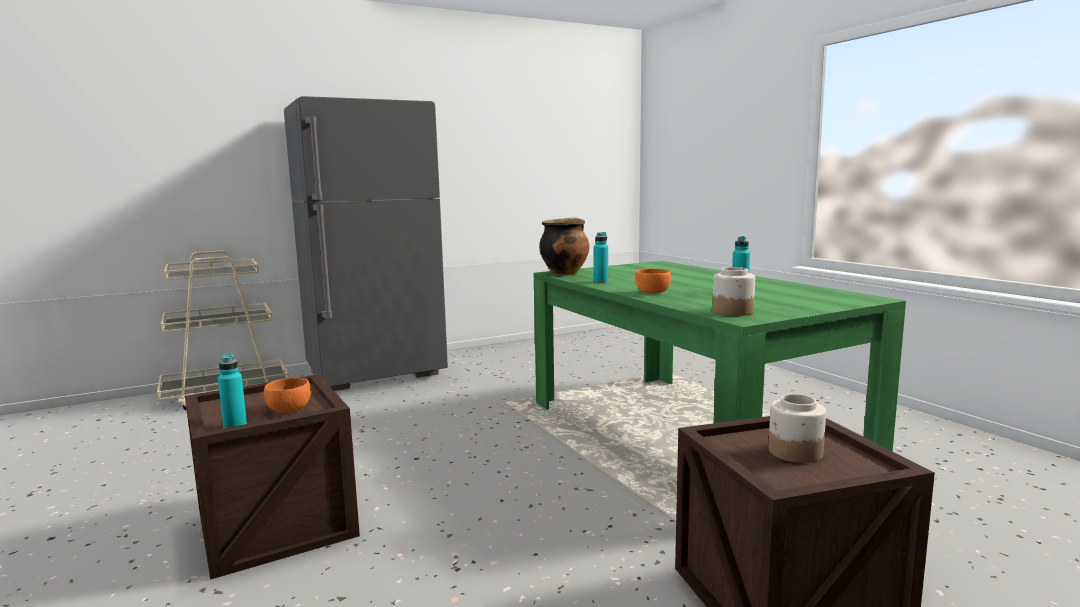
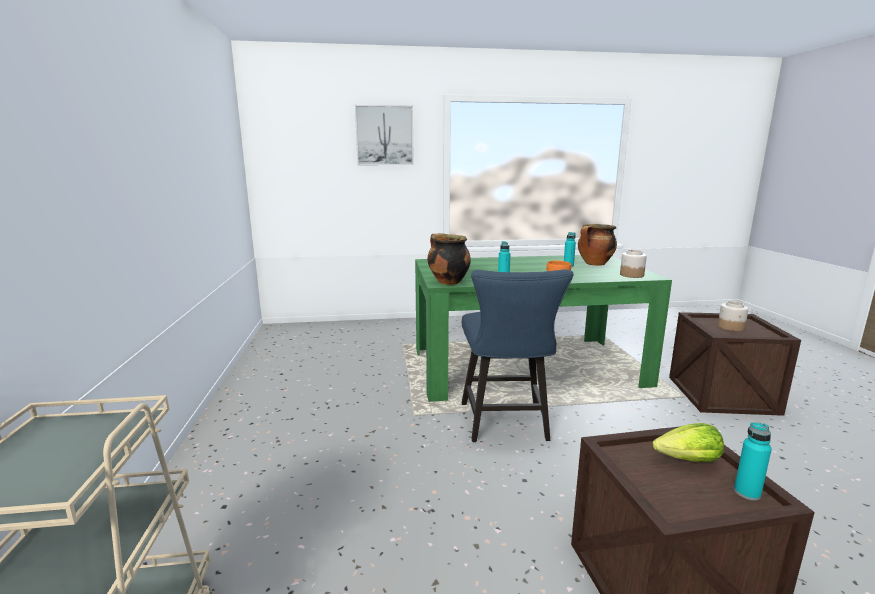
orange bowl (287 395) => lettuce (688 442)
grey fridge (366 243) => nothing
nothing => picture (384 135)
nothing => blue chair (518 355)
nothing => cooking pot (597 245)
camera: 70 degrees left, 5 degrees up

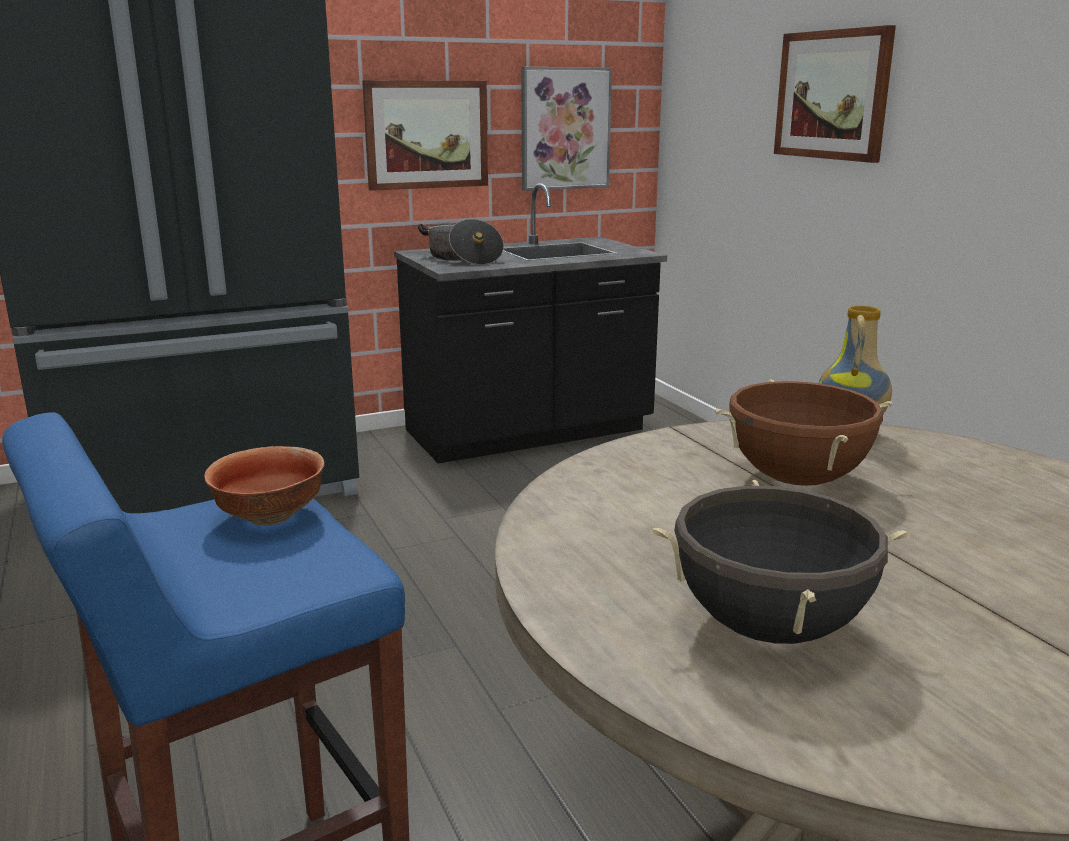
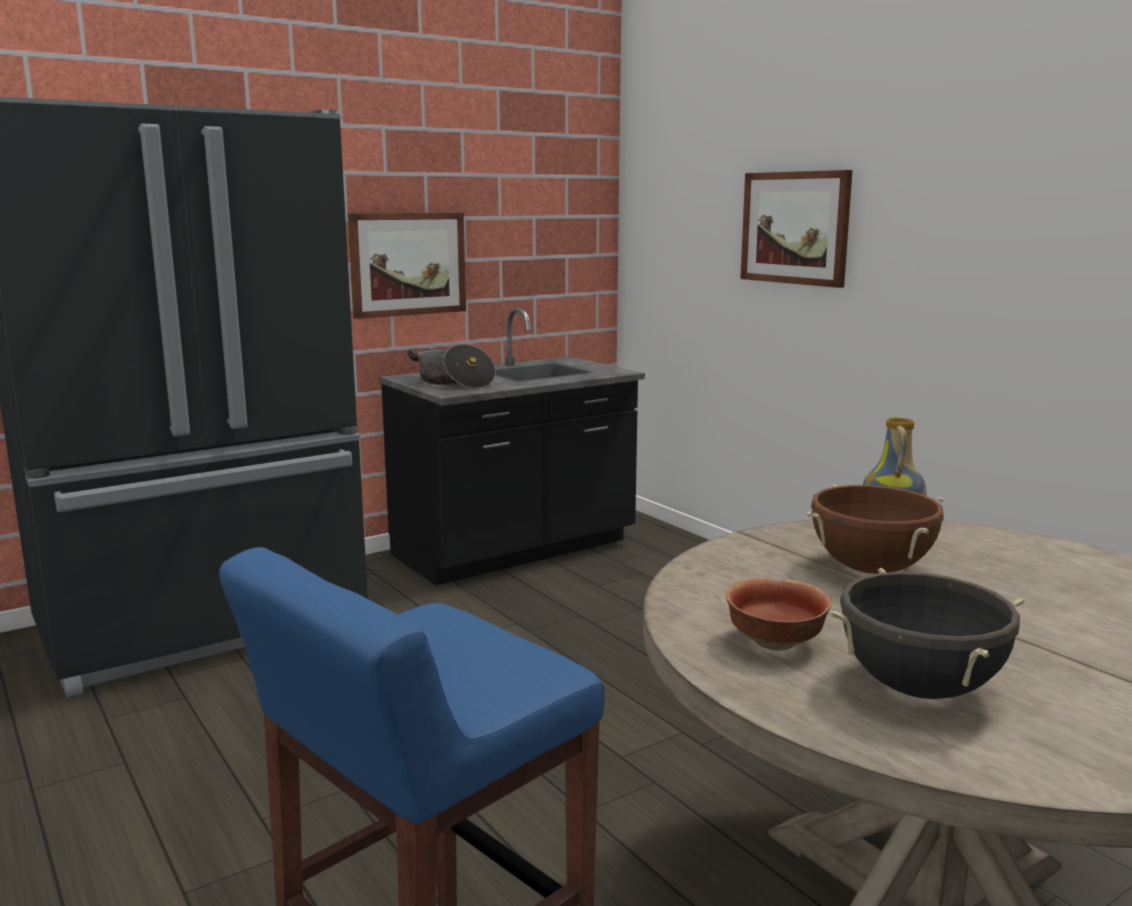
bowl (264 486) => bowl (778 614), move
picture (566 129) => nothing
camera: 10 degrees left, 5 degrees down

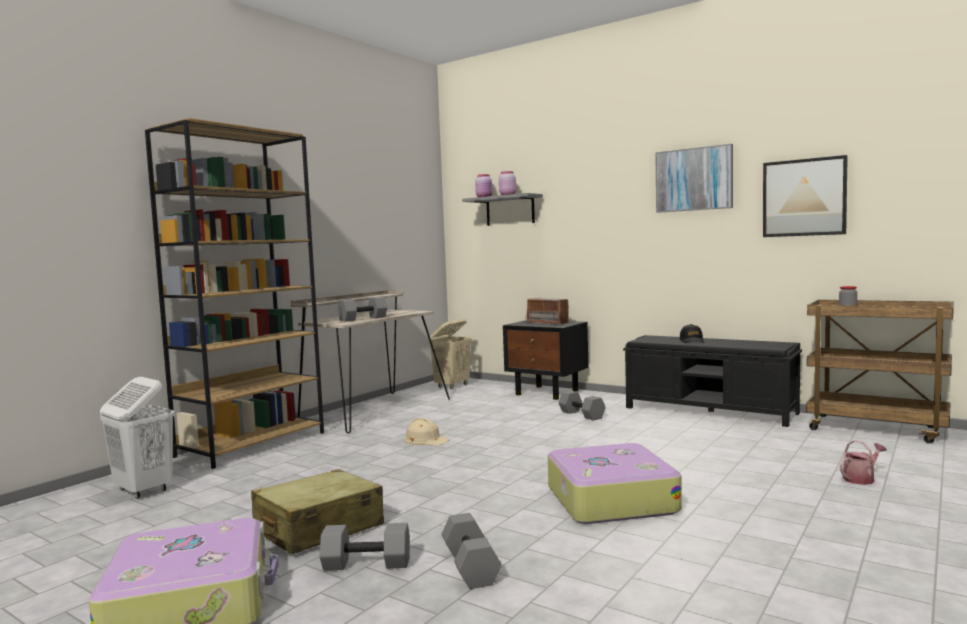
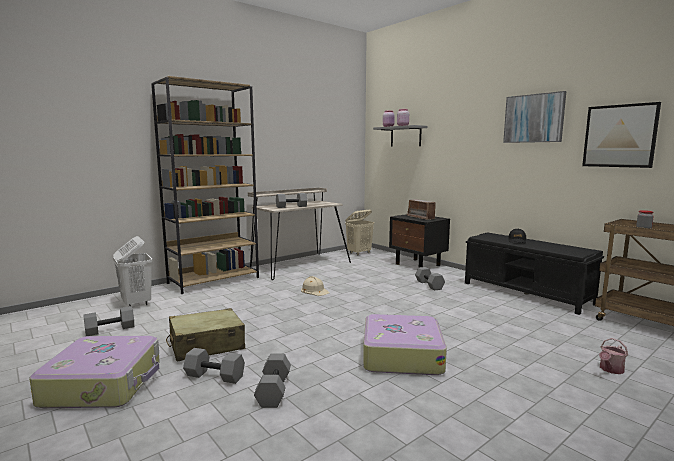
watering can (863 462) => watering can (613 356), 150 degrees clockwise
nothing => grey dumbbell (108 321)
camera: 15 degrees right, 5 degrees up

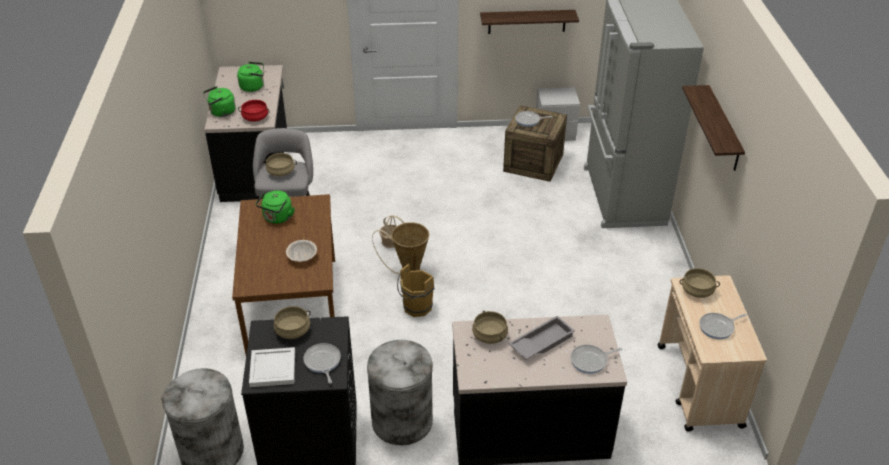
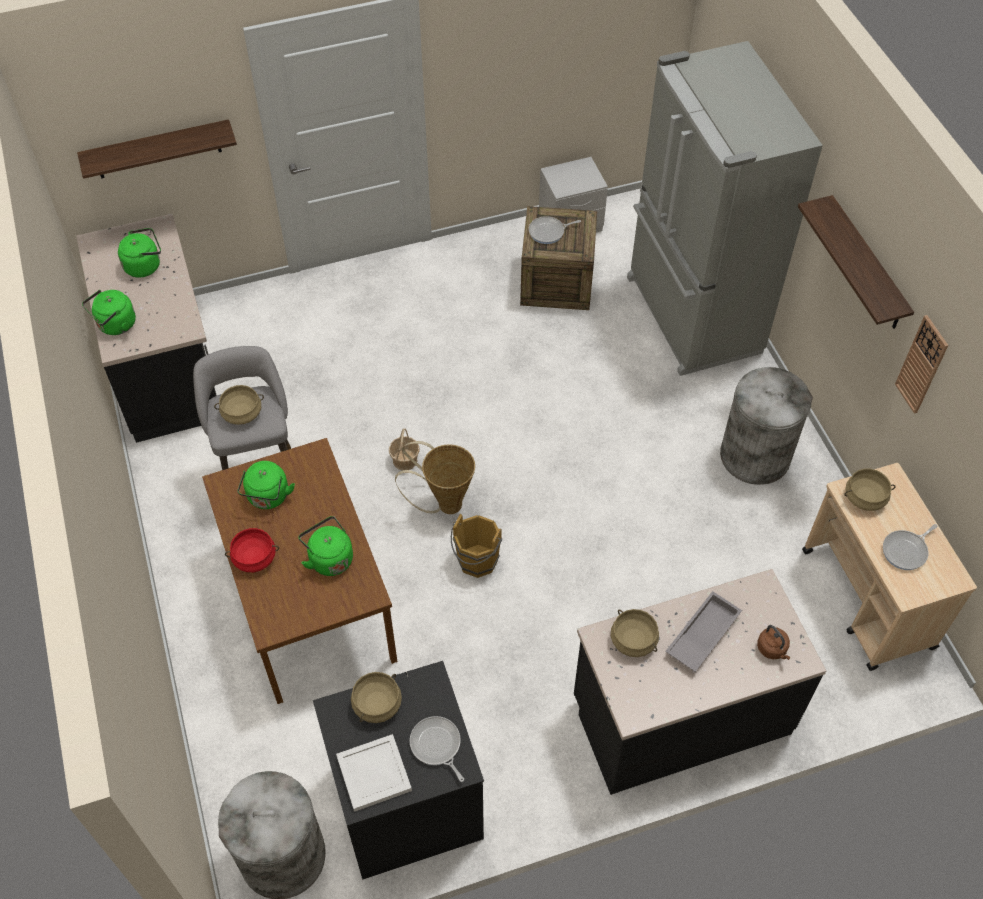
red cooking pot (254 110) => red cooking pot (252 550), move
beige bowl (301 251) => green kettle (325 546)
grey trash can (400 392) => grey trash can (766 426), move
shelf (529 22) => shelf (157 149), move
frying pan (597 359) => brown kettle (774 642)
nothing => wall clock (921 364)
camera: 15 degrees left, 15 degrees up

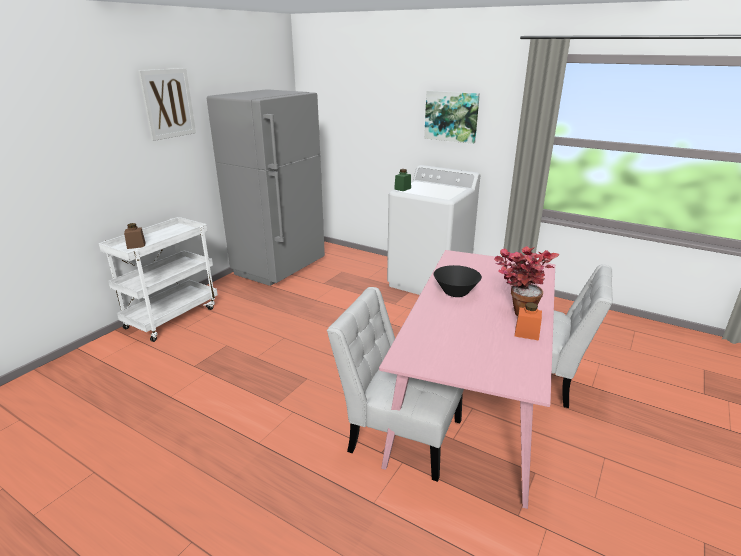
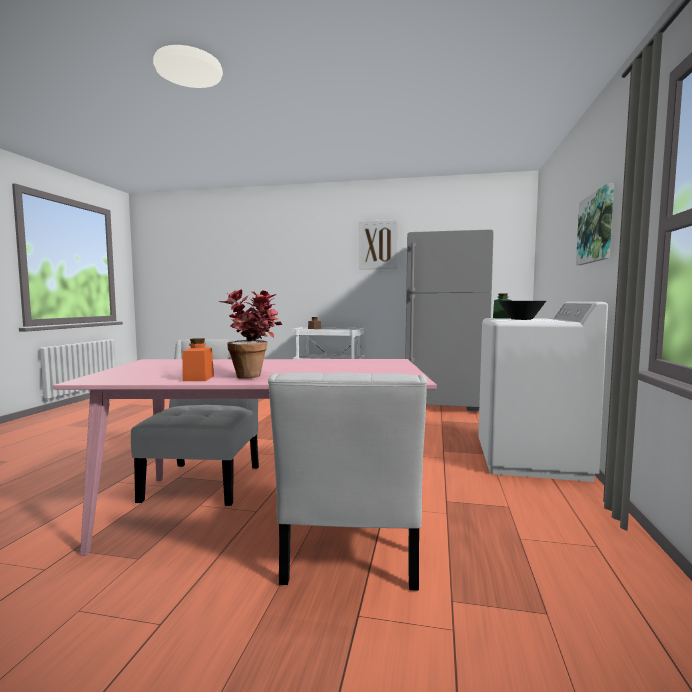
black bowl (457 281) => black bowl (522 310), move
camera: 70 degrees right, 20 degrees down

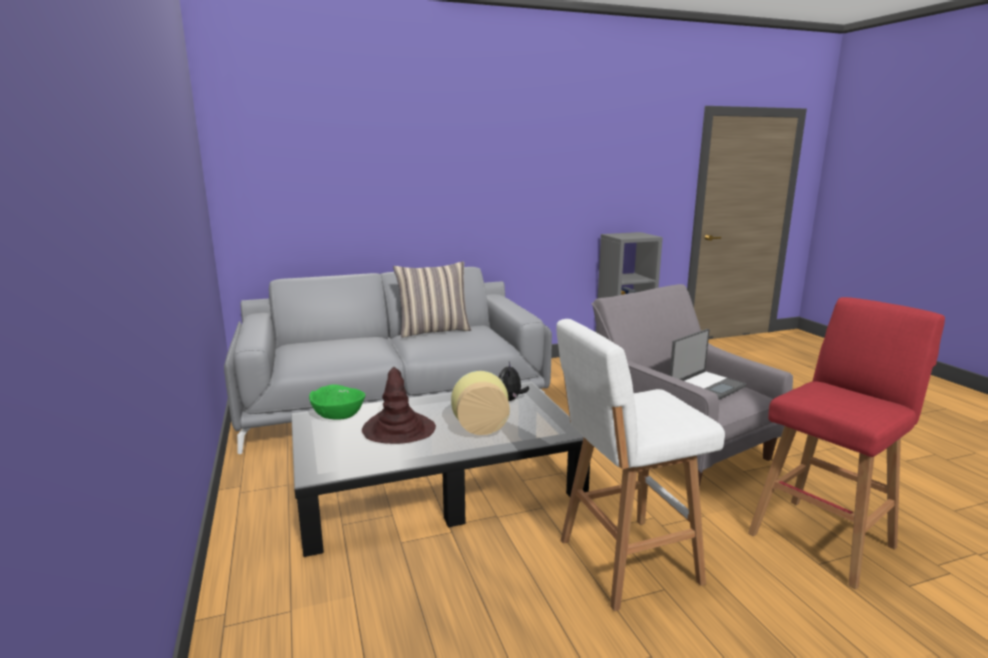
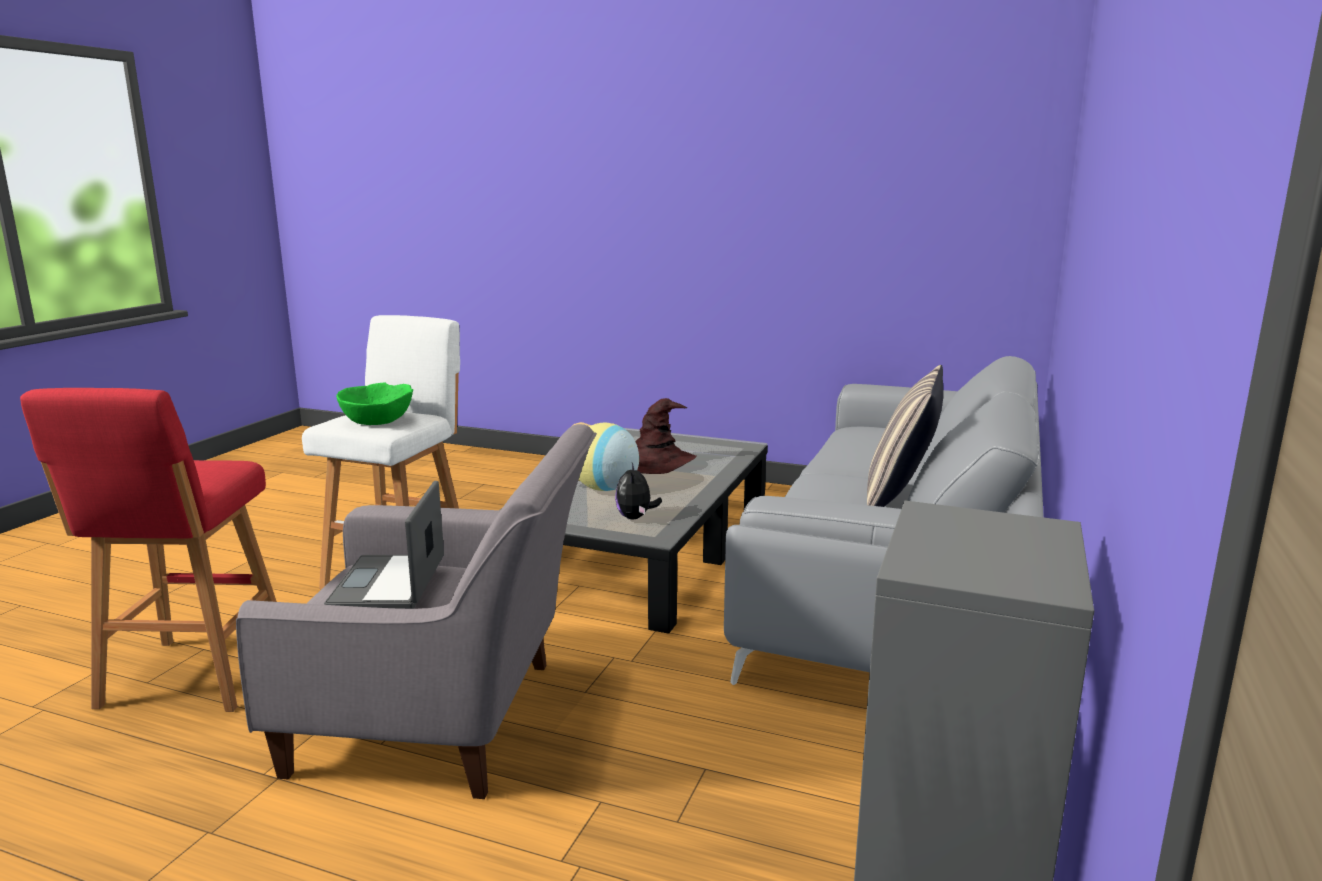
green bowl (337 402) => green bowl (374 403), move
plush toy (513 381) => plush toy (638 491), 135 degrees counterclockwise
camera: 130 degrees right, 0 degrees up

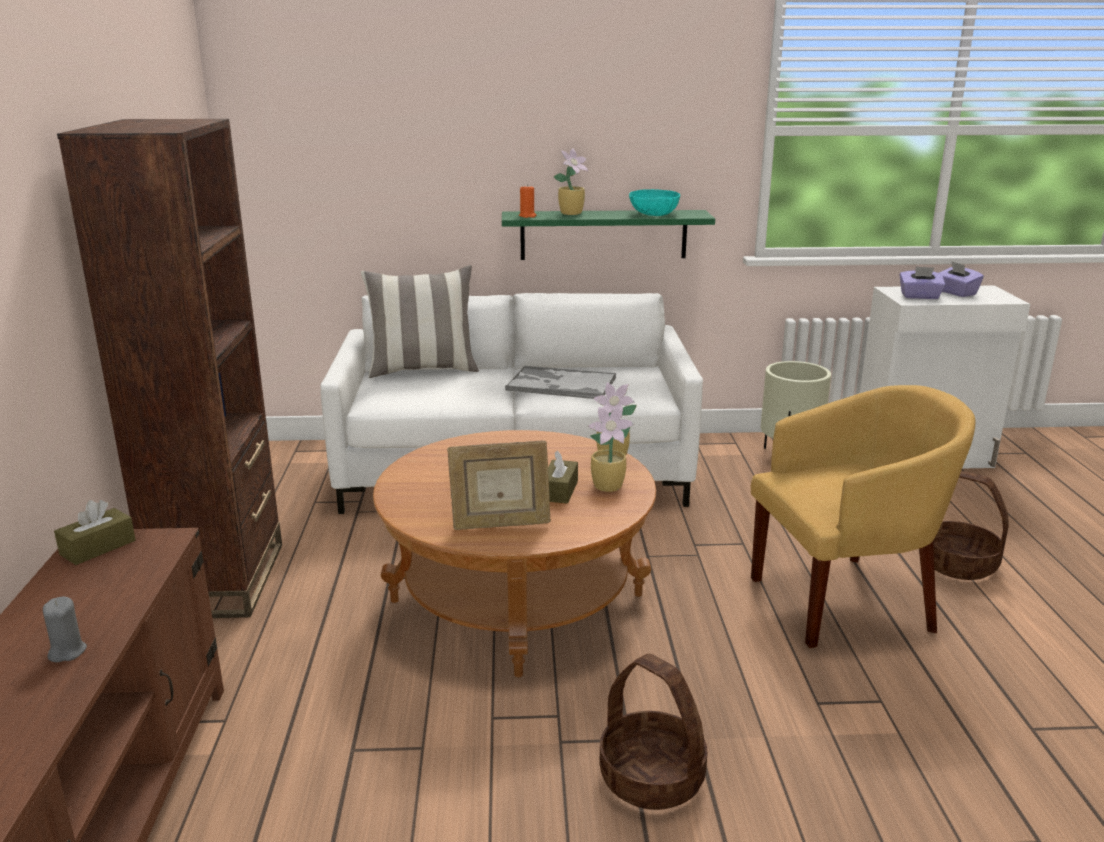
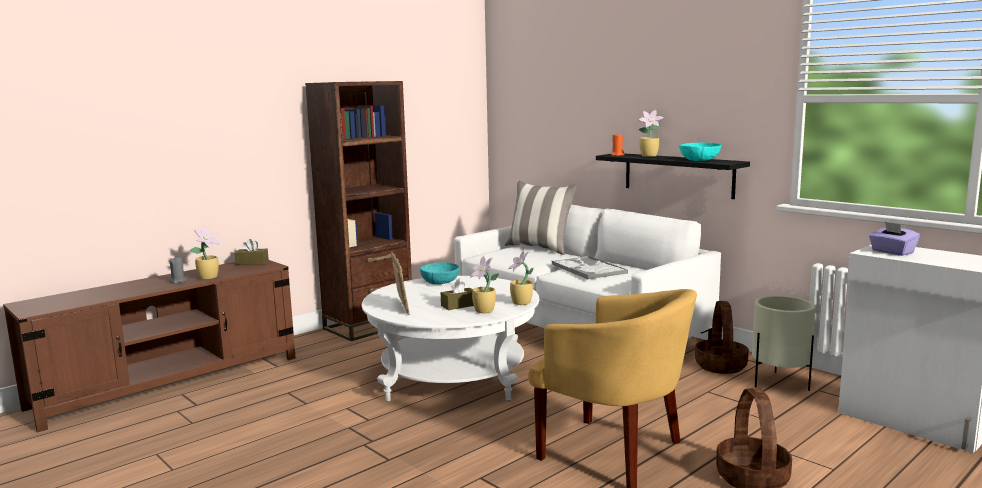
brown coffee table (514 553) => white coffee table (450 339)
picture frame (499 485) => picture frame (400 283), 150 degrees counterclockwise
green shelf (608 235) => black shelf (673 176)
basket (653 732) => basket (722 337), move
purple tissue box (961 279) => nothing
nothing => potted plant (204 253)
nothing => turquoise bowl (440 273)
camera: 50 degrees right, 10 degrees down

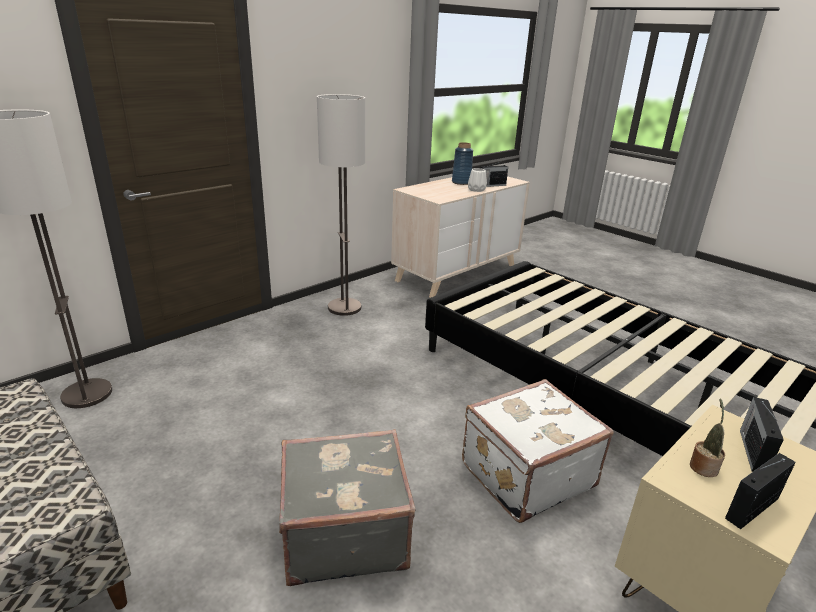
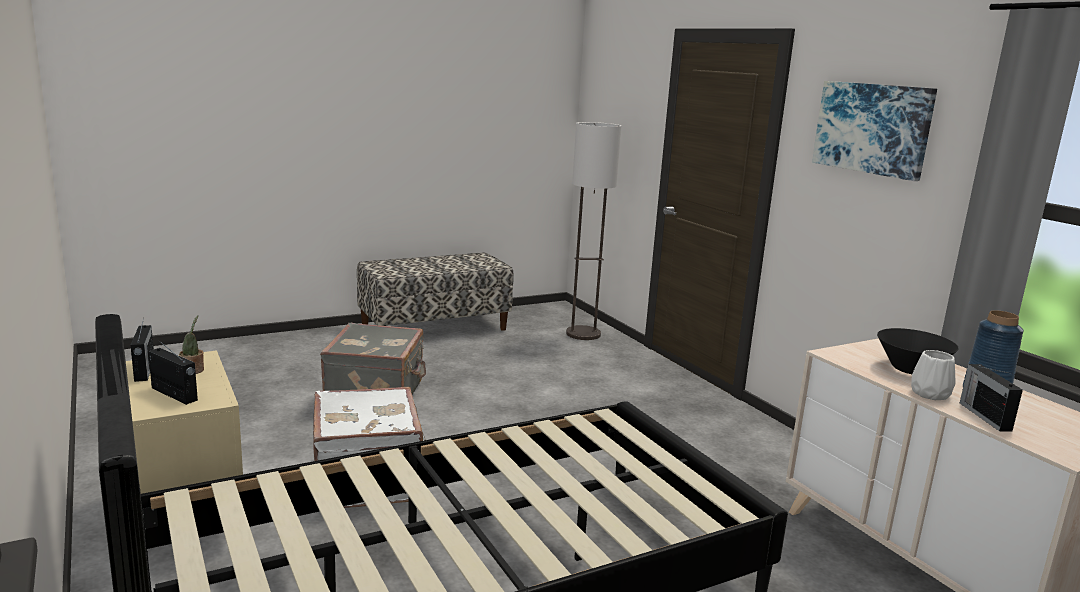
floor lamp (341 205) => nothing
nothing => picture (874 131)
nothing => black bowl (918 351)
camera: 105 degrees right, 10 degrees down

